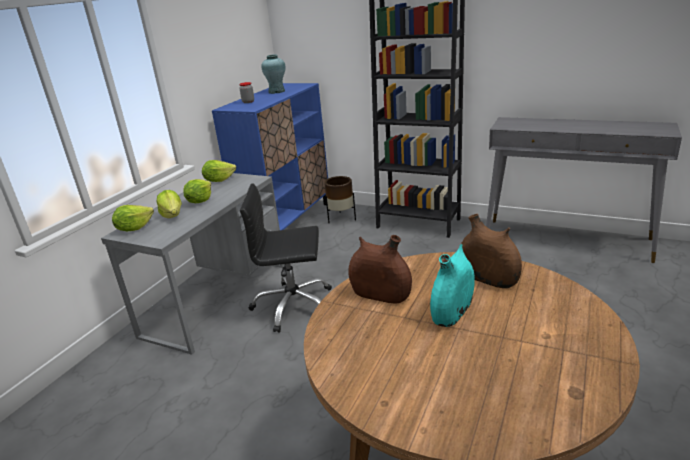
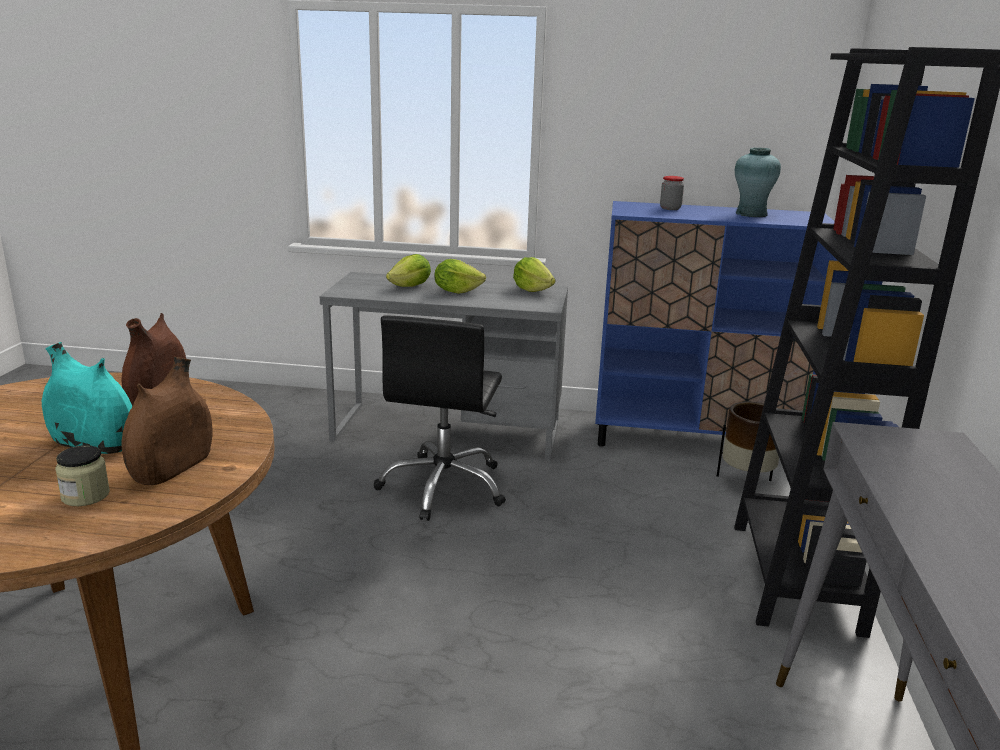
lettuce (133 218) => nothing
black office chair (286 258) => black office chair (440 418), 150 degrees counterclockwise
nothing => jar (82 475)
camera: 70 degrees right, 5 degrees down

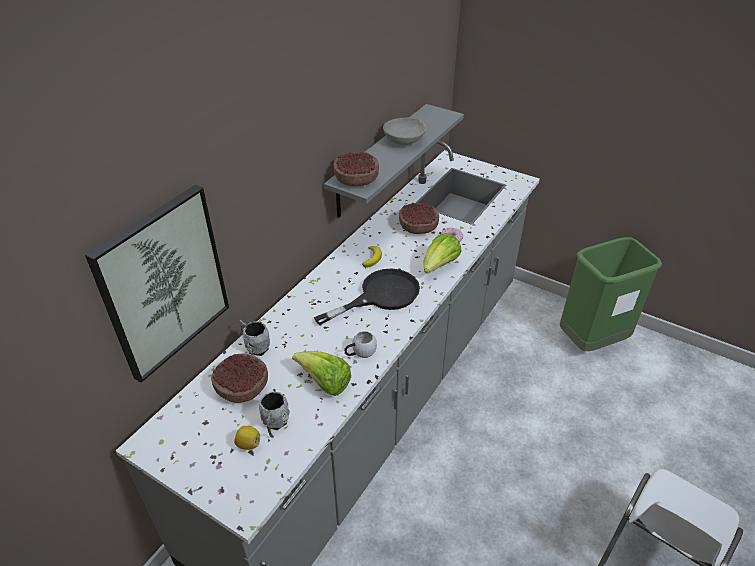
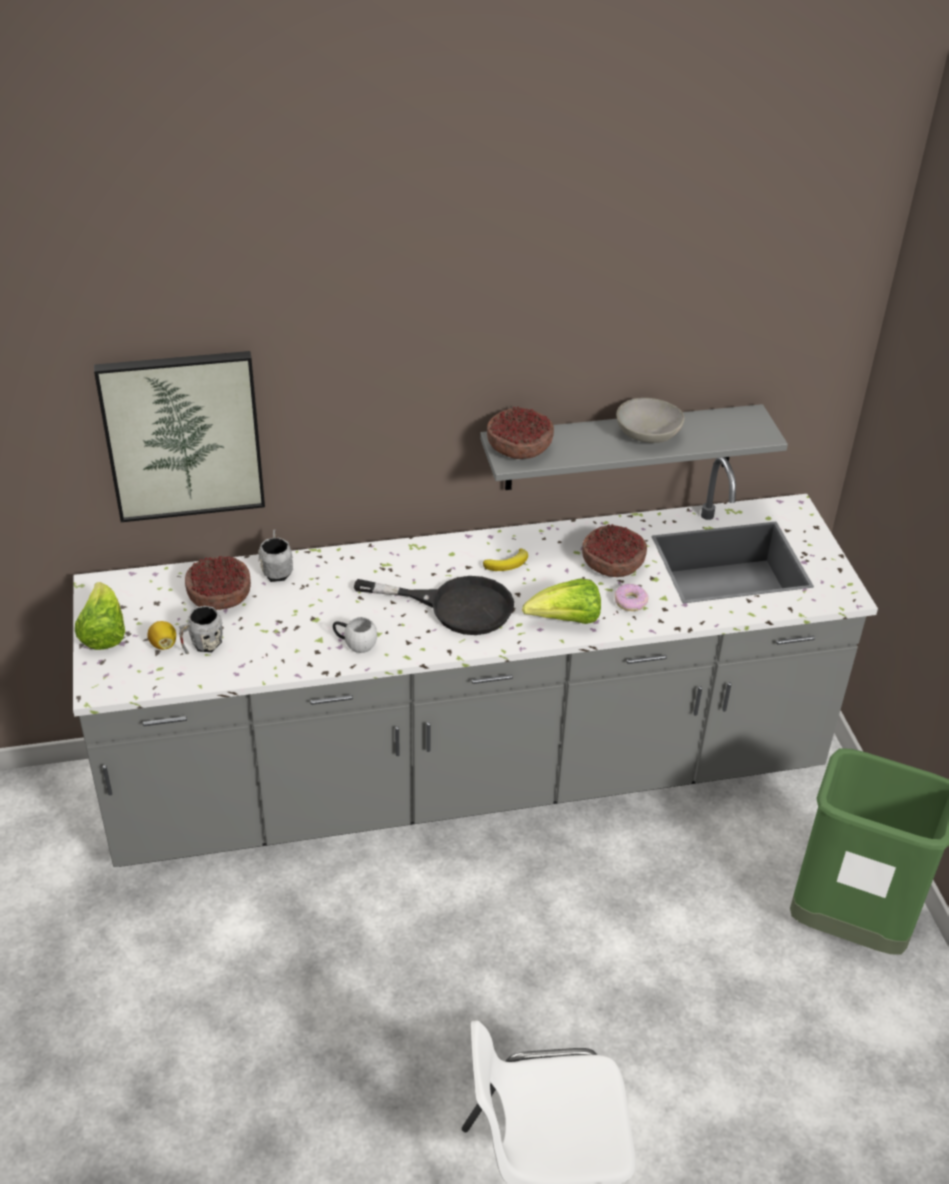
lettuce (321 373) => lettuce (100 616), move
camera: 45 degrees right, 0 degrees up

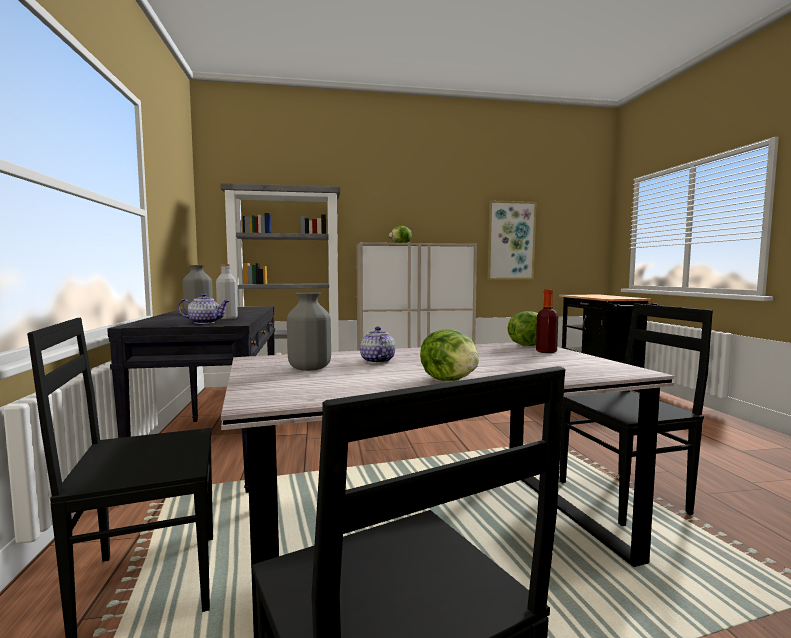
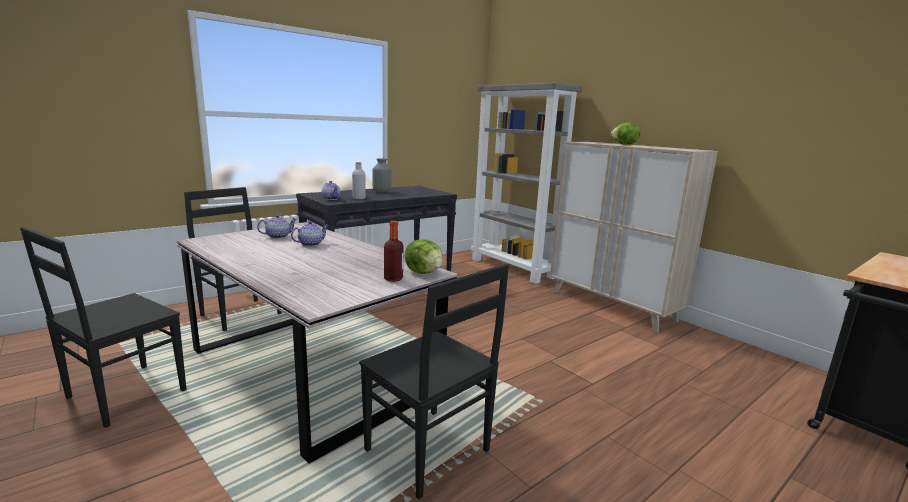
grey vase (309 331) => teapot (277 226)
lettuce (449 355) => nothing
picture (512 240) => nothing
camera: 60 degrees right, 10 degrees up

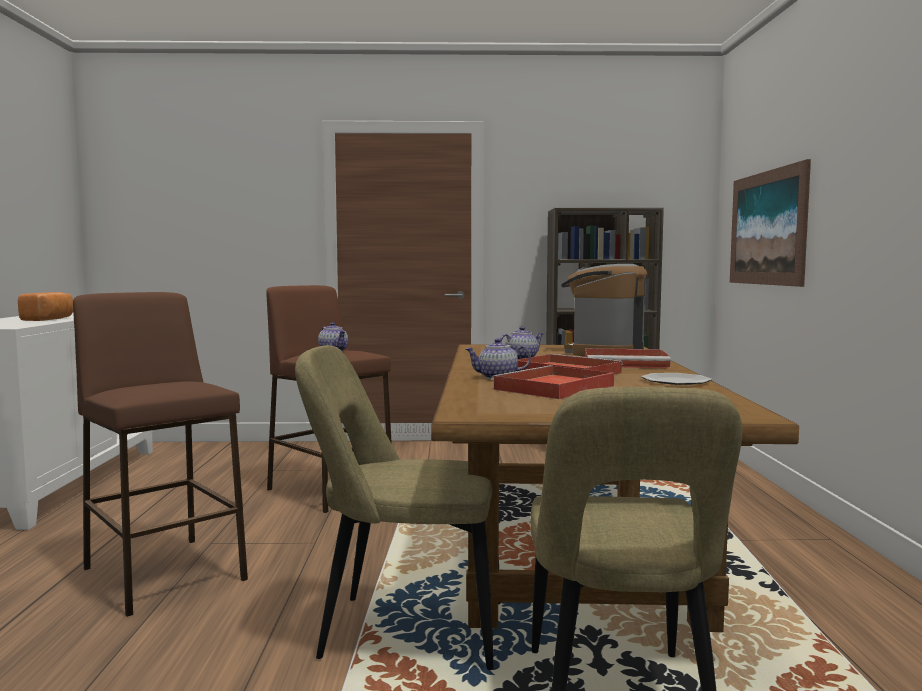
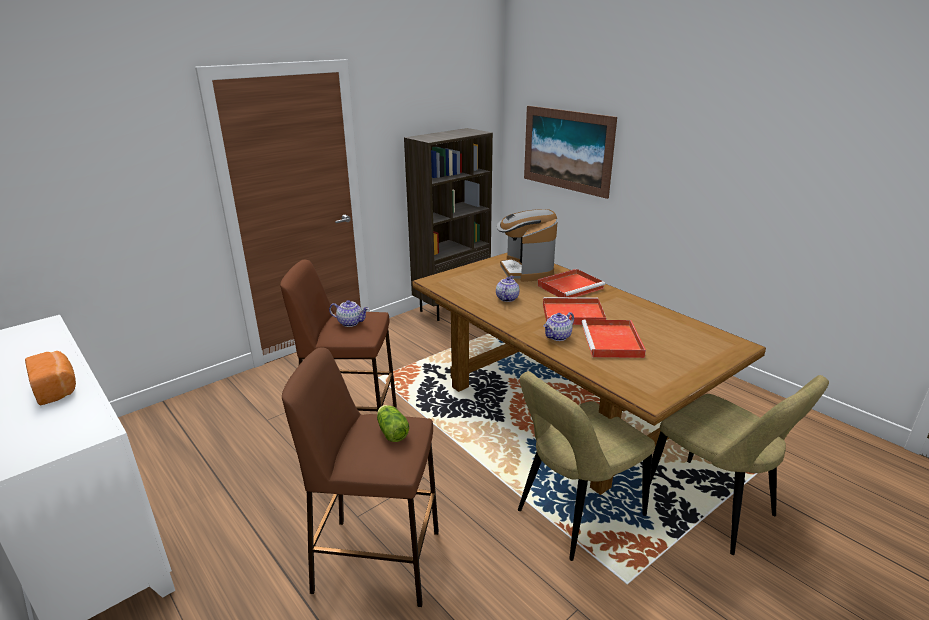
plate (676 379) => nothing
nothing => lettuce (393 423)
camera: 40 degrees left, 20 degrees up

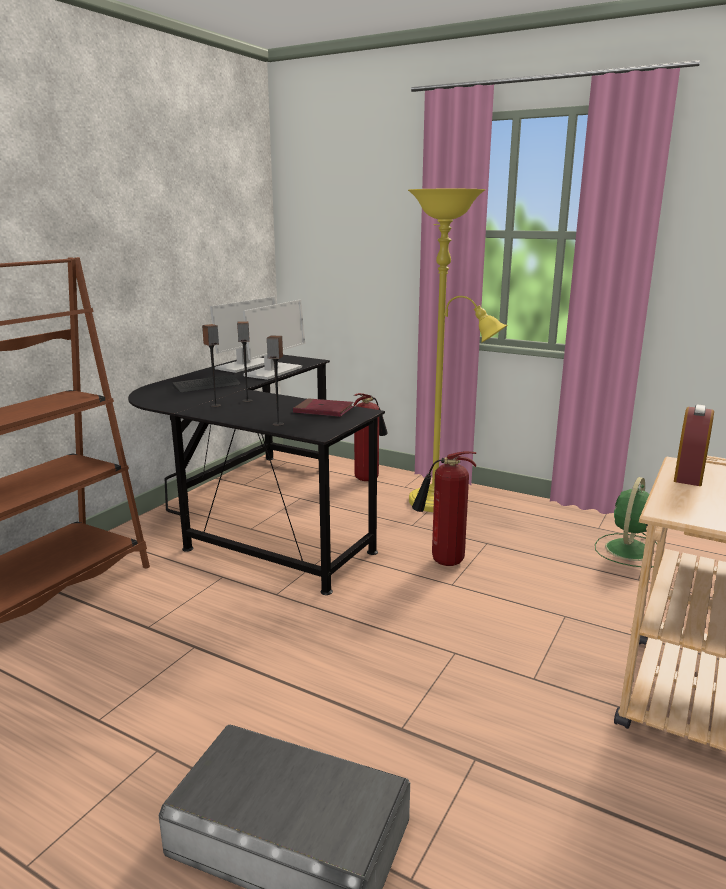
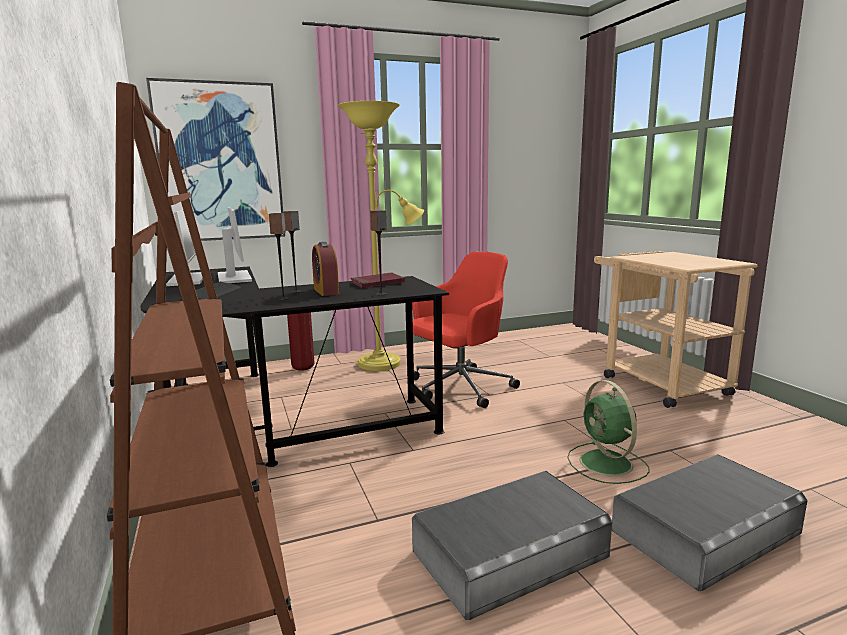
fire extinguisher (444 508) => red office chair (466 329)
green fan (626 522) => green fan (608 432), move
alarm clock (694 445) => alarm clock (325 269), move
nothing => picture (215 159)
nothing => grey storage box (512 545)
camera: 50 degrees left, 5 degrees down

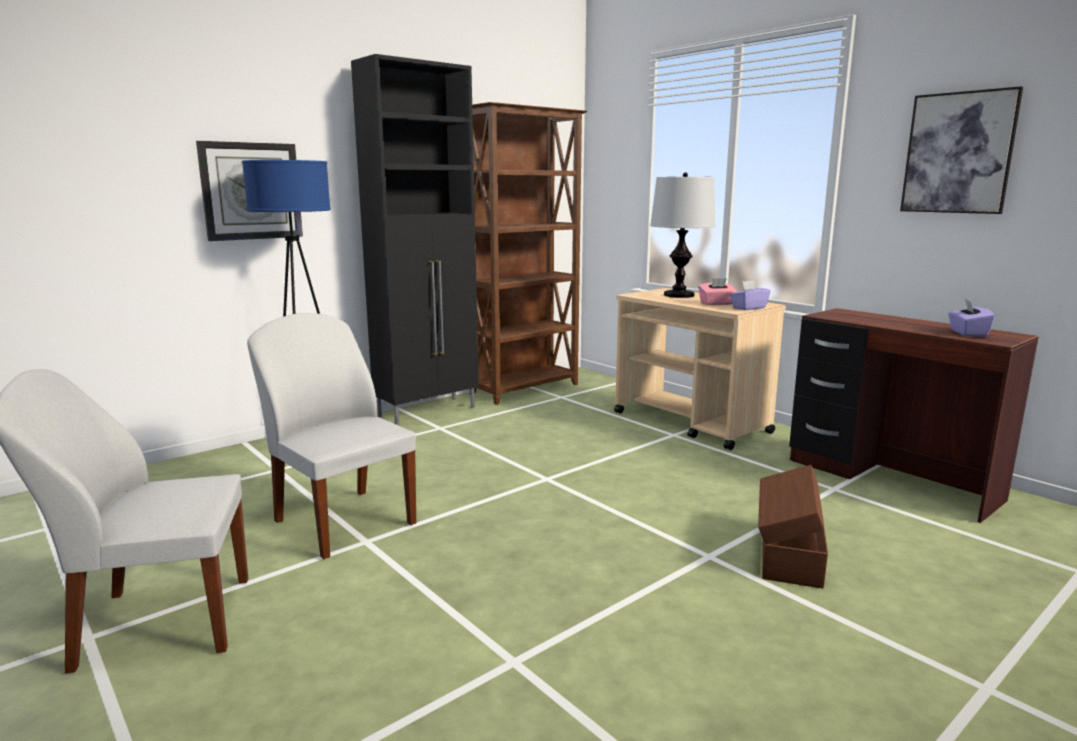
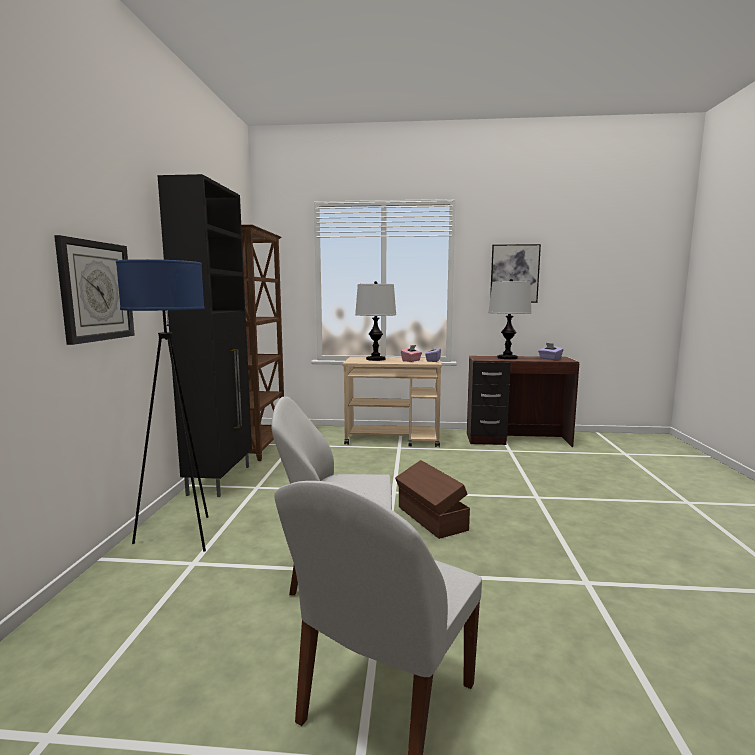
brown storage box (793 526) => brown storage box (432 499), move
nothing => table lamp (510 319)
camera: 45 degrees left, 5 degrees down

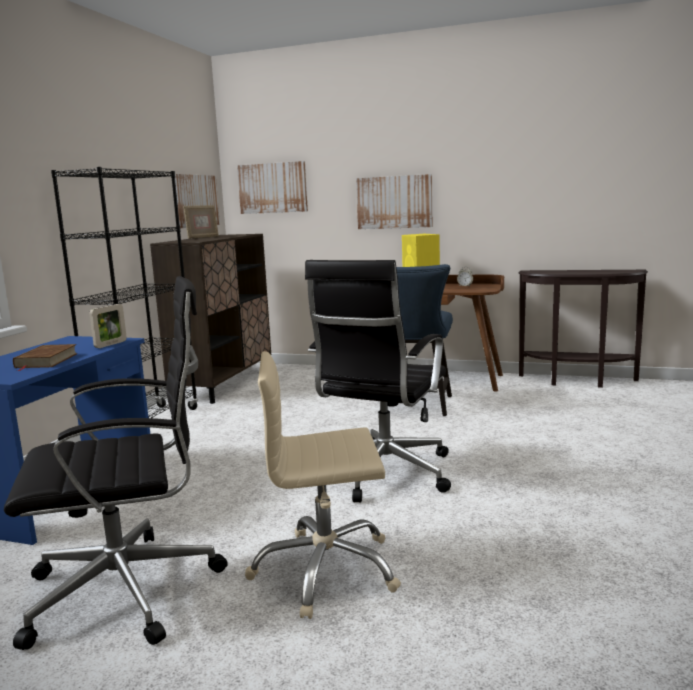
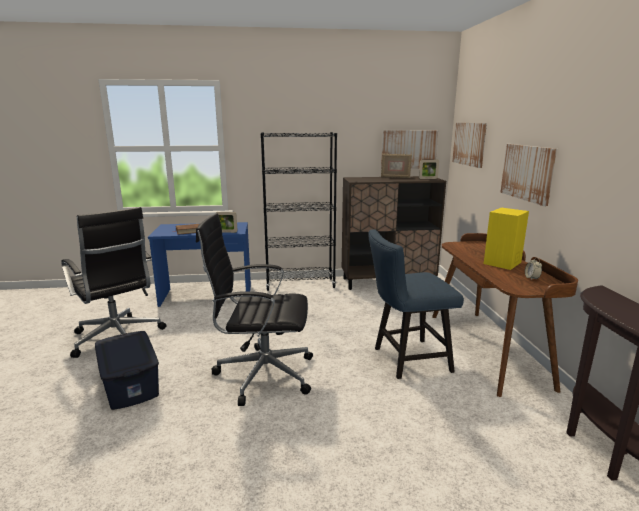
beige office chair (323 485) => blue storage box (127 370)
nothing => picture frame (429 169)
camera: 65 degrees right, 5 degrees up

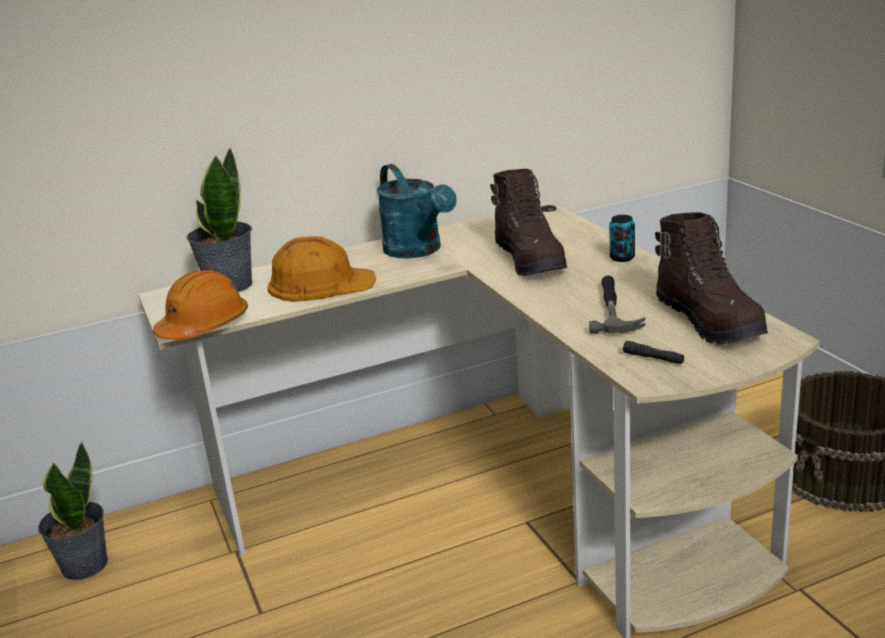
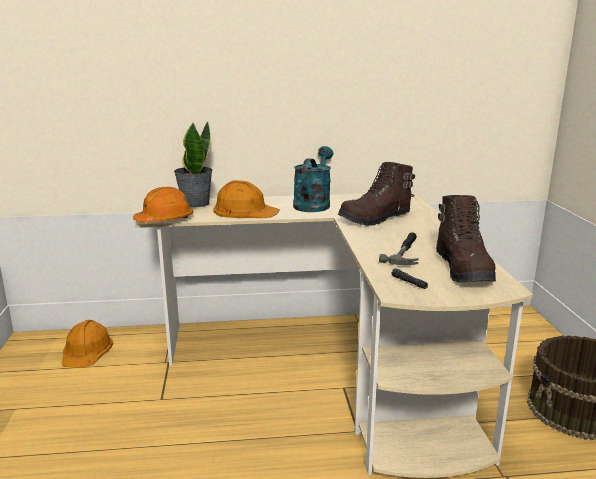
potted plant (73 511) => orange hard hat (87 344)
turquoise watering can (416 211) => turquoise watering can (313 179), 150 degrees counterclockwise
brown boot (528 222) => brown boot (376 194), 60 degrees clockwise
can (622 238) => nothing
camera: 15 degrees right, 5 degrees down

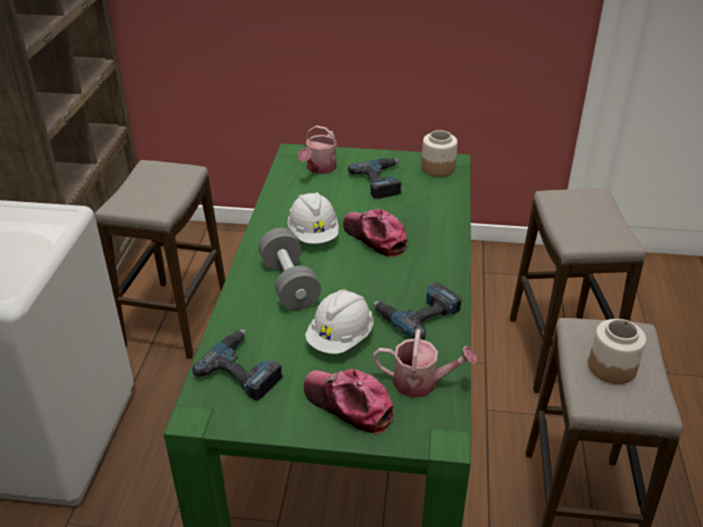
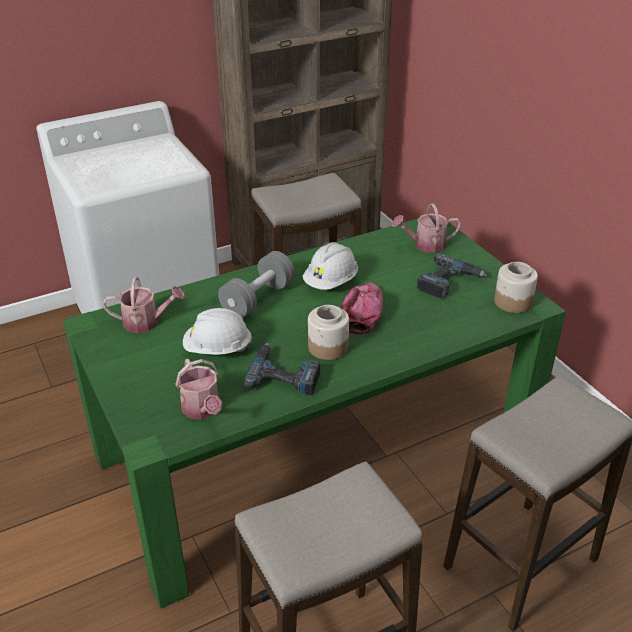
power drill (237 365) => watering can (144 305)
cap (348 401) => nothing
jar (617 351) => jar (328 332), move
camera: 55 degrees right, 0 degrees up

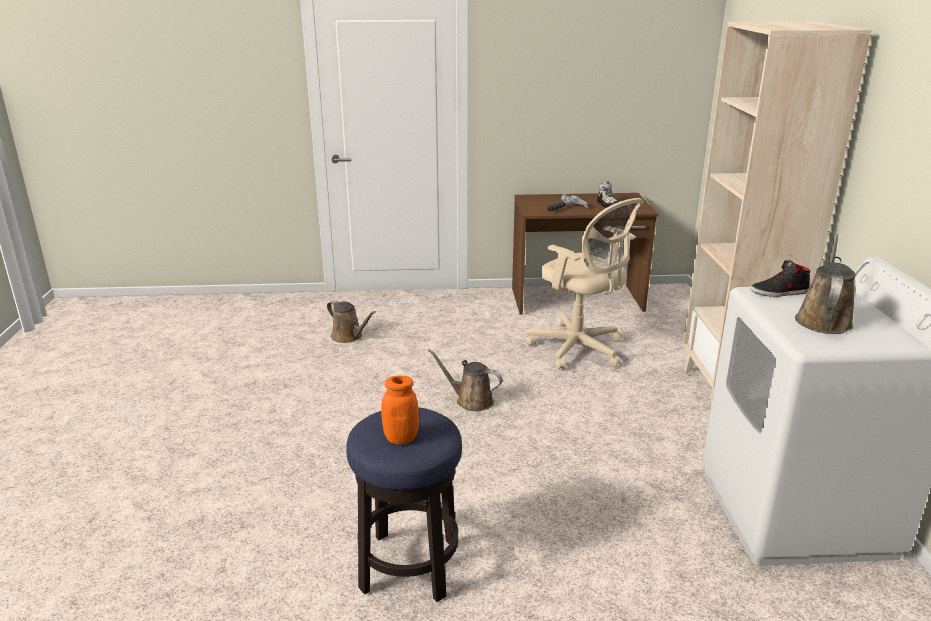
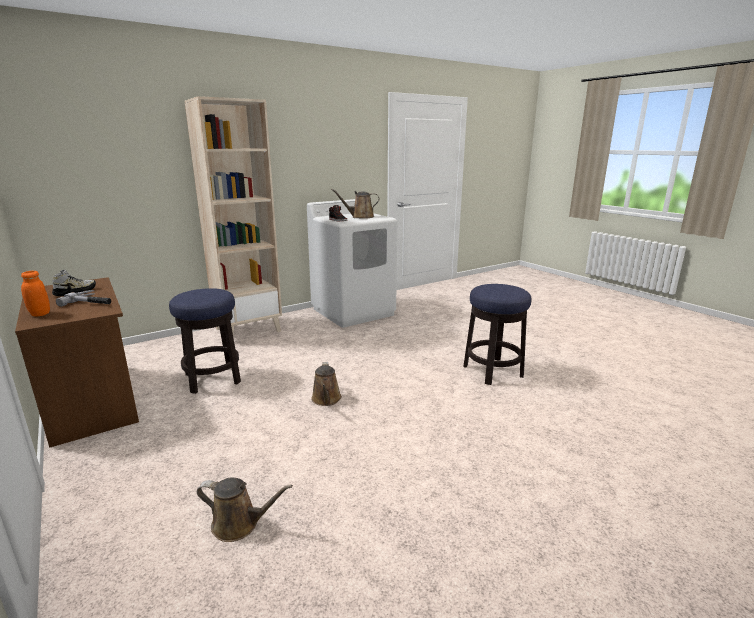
brown watering can (351 321) => brown watering can (245 509), 90 degrees clockwise
orange jar (400 410) => orange jar (35 294), move
beige office chair (584 284) => stool (205 341)
camera: 120 degrees left, 5 degrees down

